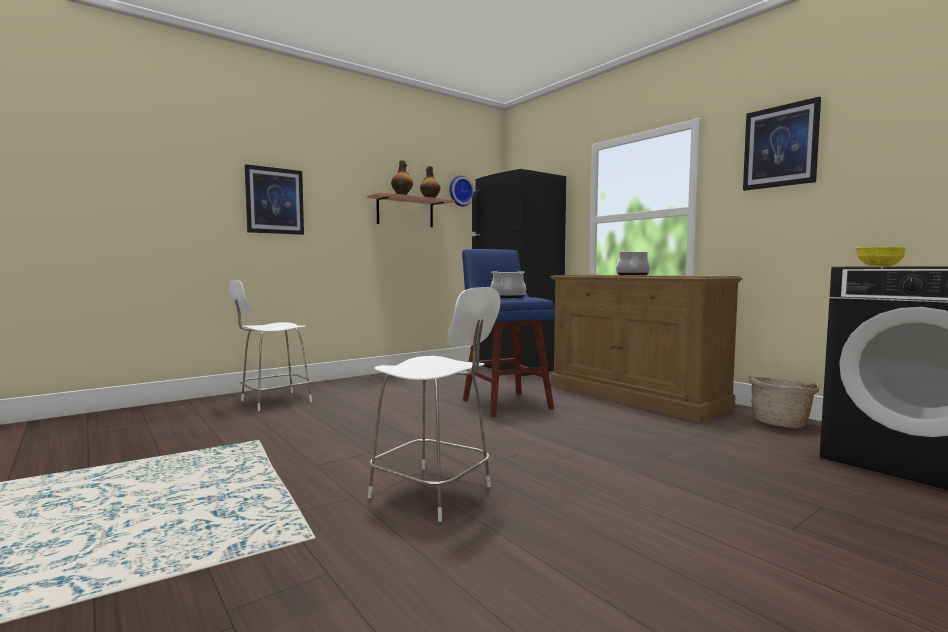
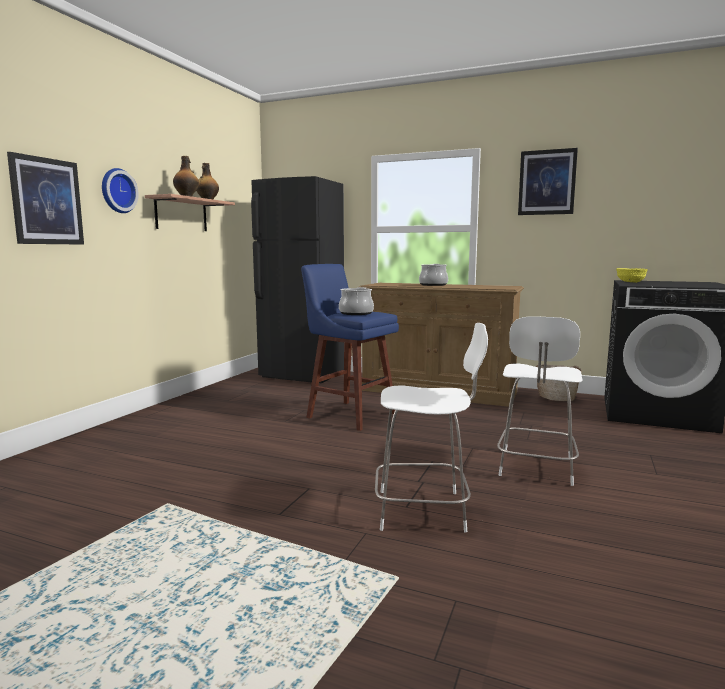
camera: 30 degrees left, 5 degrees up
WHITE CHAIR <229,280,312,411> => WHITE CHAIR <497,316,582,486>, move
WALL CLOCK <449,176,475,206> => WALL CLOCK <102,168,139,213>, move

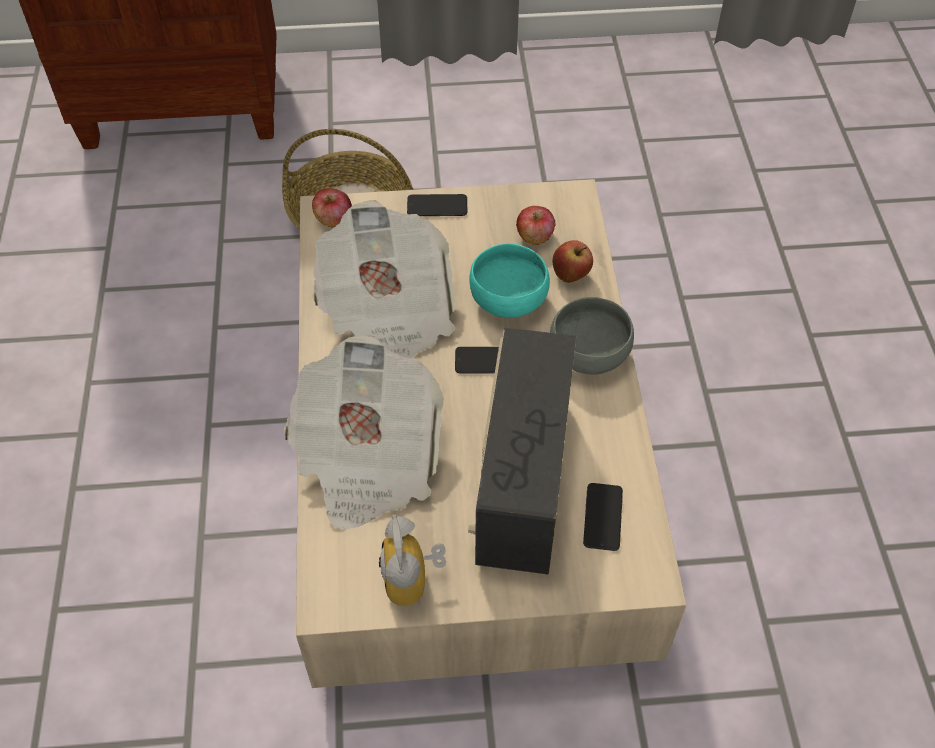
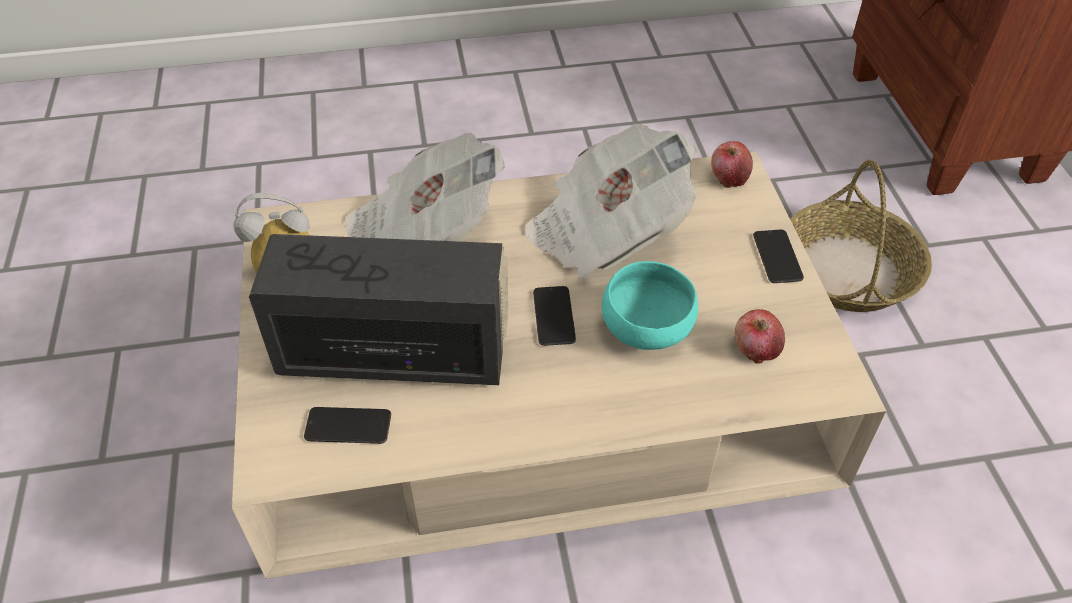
camera: 85 degrees right, 5 degrees down
GREY BOWL <550,297,634,375> => nothing
APPLE <552,240,593,283> => nothing

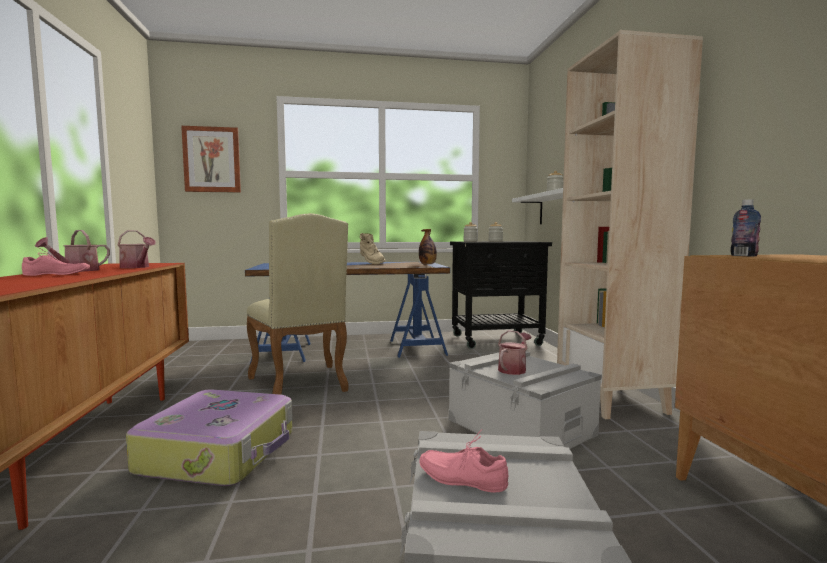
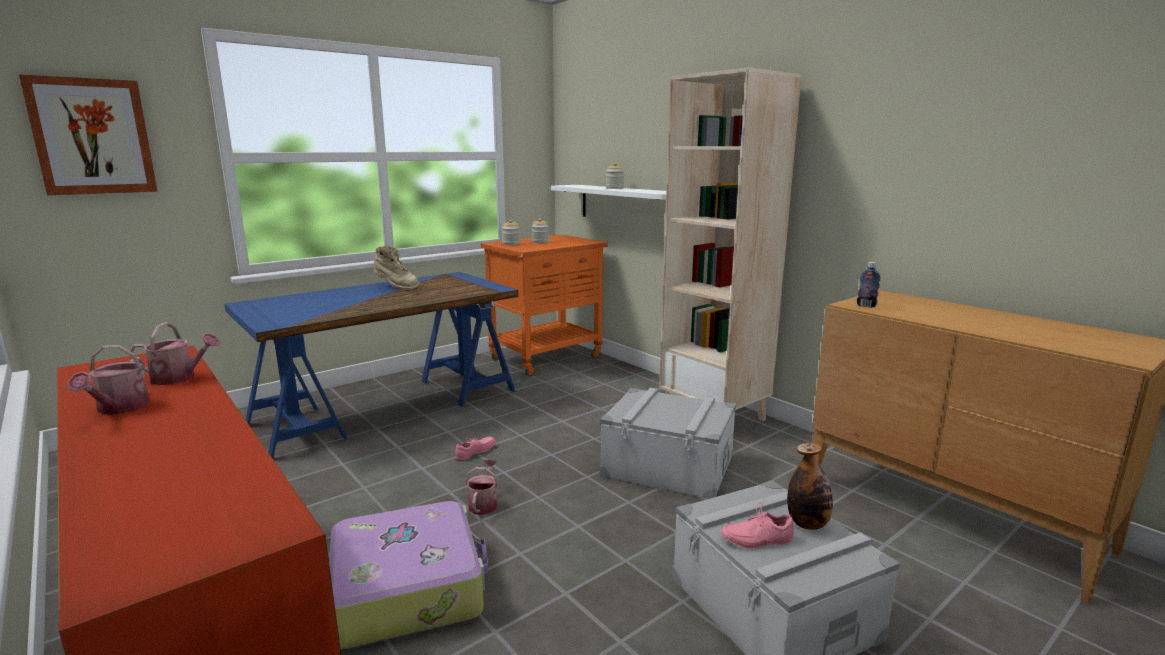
camera: 30 degrees left, 10 degrees up
BEIGE CHAIR <247,213,348,395> => nothing
PINK SHOE <22,247,90,276> => PINK SHOE <455,437,496,460>, move
BOTTLE <419,229,437,265> => BOTTLE <787,442,833,530>, move
WATERING CAN <498,330,532,375> => WATERING CAN <465,460,498,515>, move
BLACK CART <450,241,552,349> => ORANGE CART <480,235,608,377>

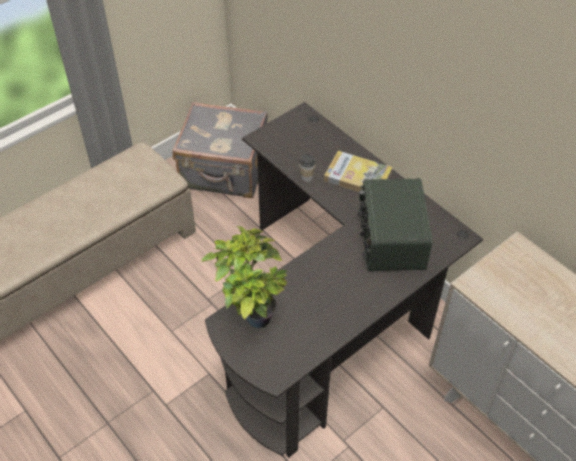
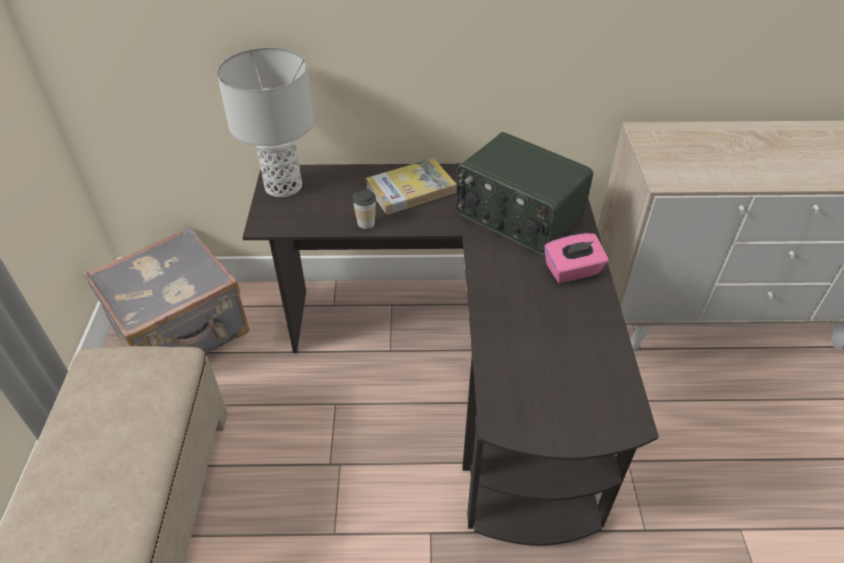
camera: 50 degrees left, 5 degrees down
POTTED PLANT <201,226,287,328> => nothing
nothing => WHITE TABLE LAMP <217,47,315,197>
nothing => PINK TISSUE BOX <544,233,609,283>

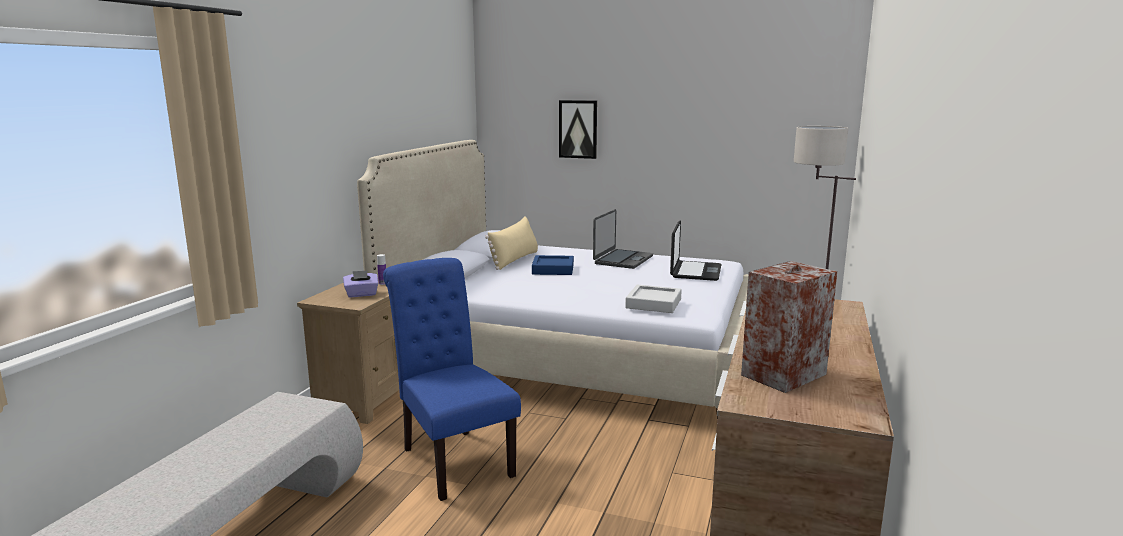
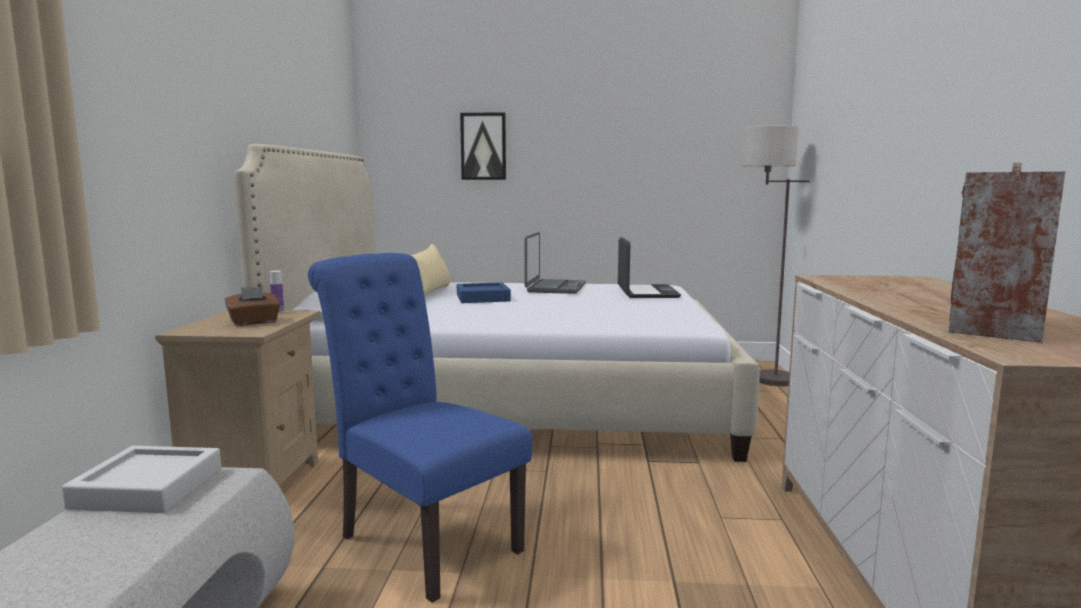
camera: 15 degrees left, 5 degrees down
GREY TRAY <625,285,682,313> => GREY TRAY <62,446,221,513>, move
PURPLE TISSUE BOX <343,270,378,297> => BROWN TISSUE BOX <225,286,280,326>

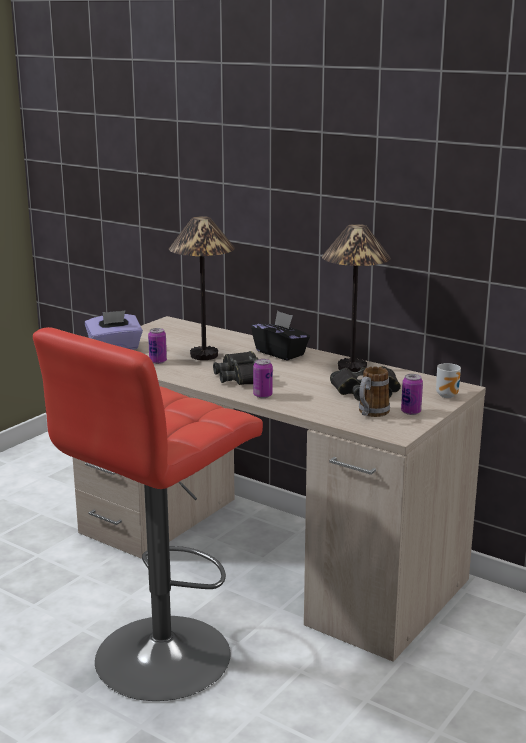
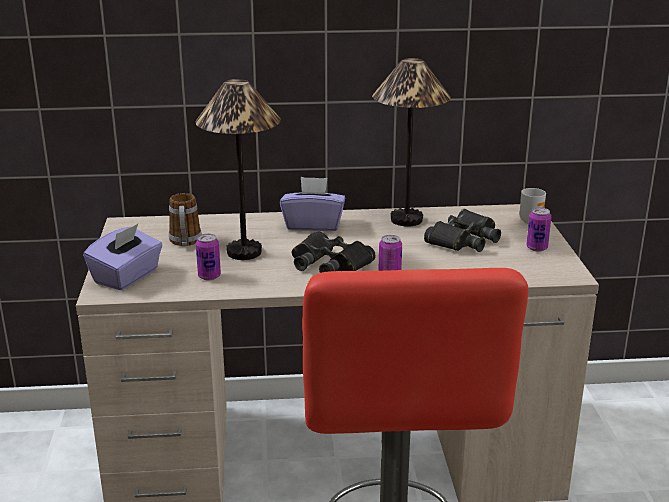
camera: 40 degrees left, 5 degrees up
MUG <359,367,390,417> => MUG <169,193,202,246>, move
BLACK TISSUE BOX <251,311,310,361> => PURPLE TISSUE BOX <280,177,345,231>

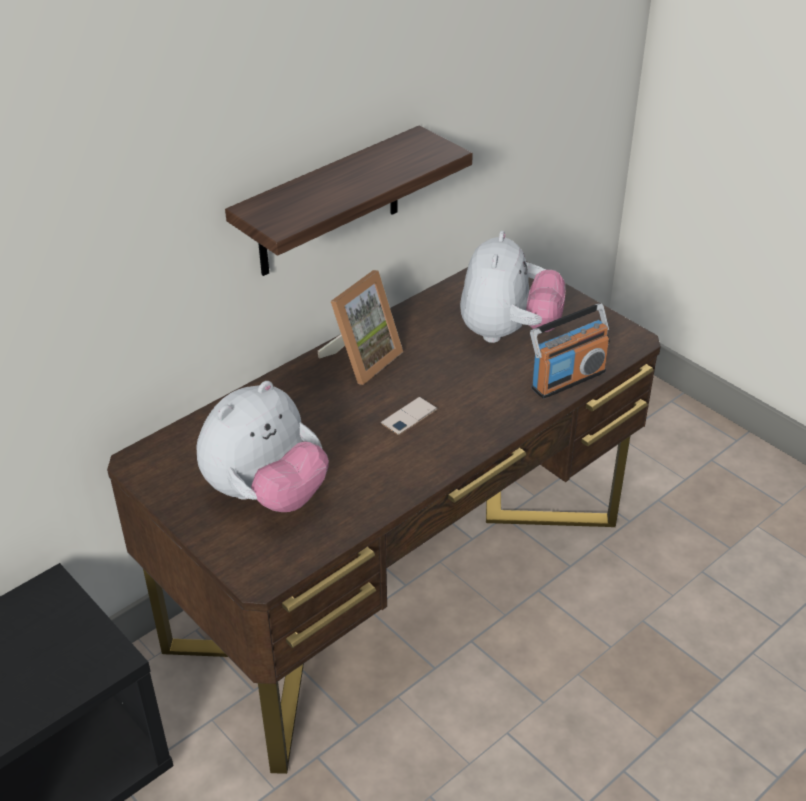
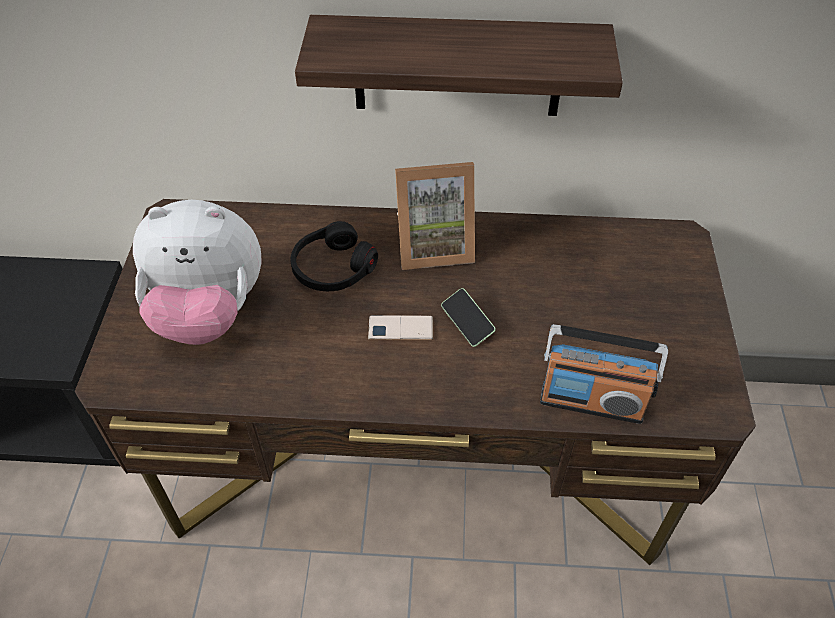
camera: 45 degrees right, 10 degrees up
PLUSH TOY <460,231,566,343> => nothing
nothing => BLACK HEADPHONES <290,221,378,291>
nothing => PHONE <441,288,496,347>

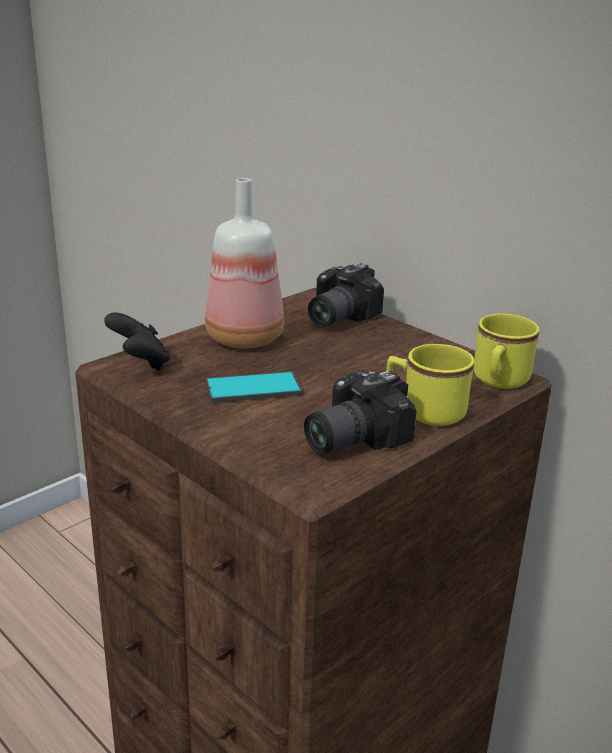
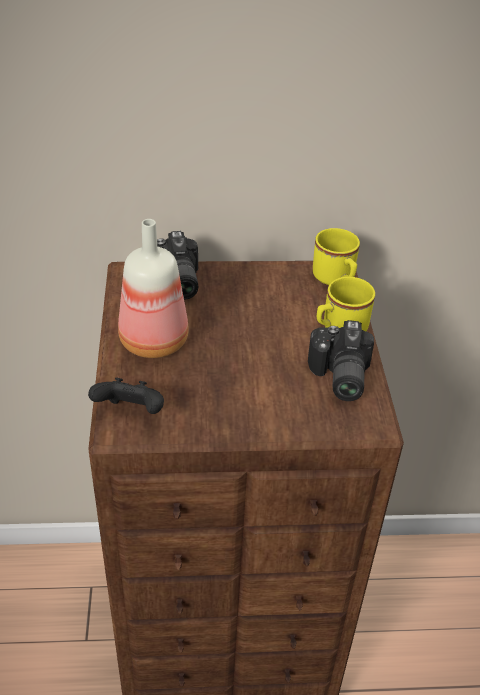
camera: 50 degrees left, 15 degrees up
PHONE <206,371,303,403> => nothing

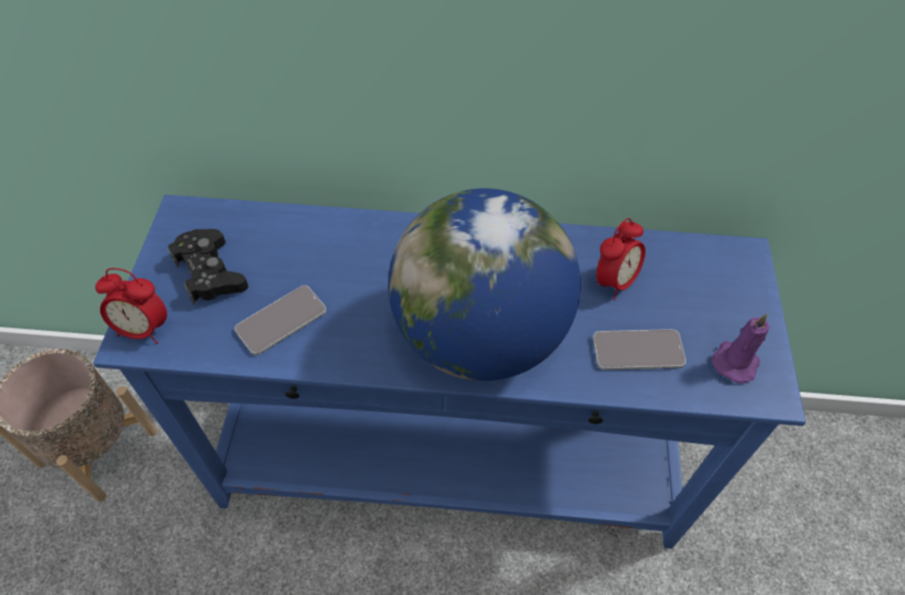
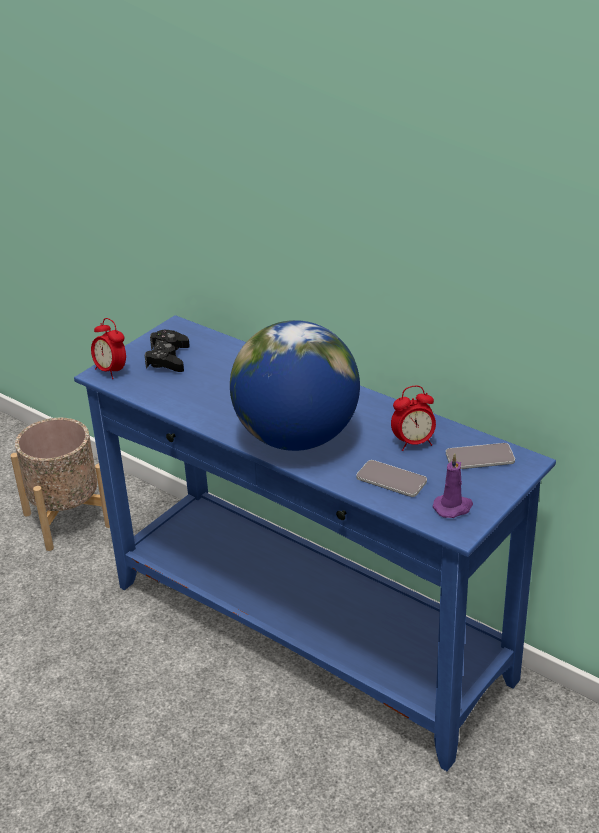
camera: 35 degrees right, 20 degrees down
PHONE <235,285,326,355> => PHONE <446,443,515,469>, move

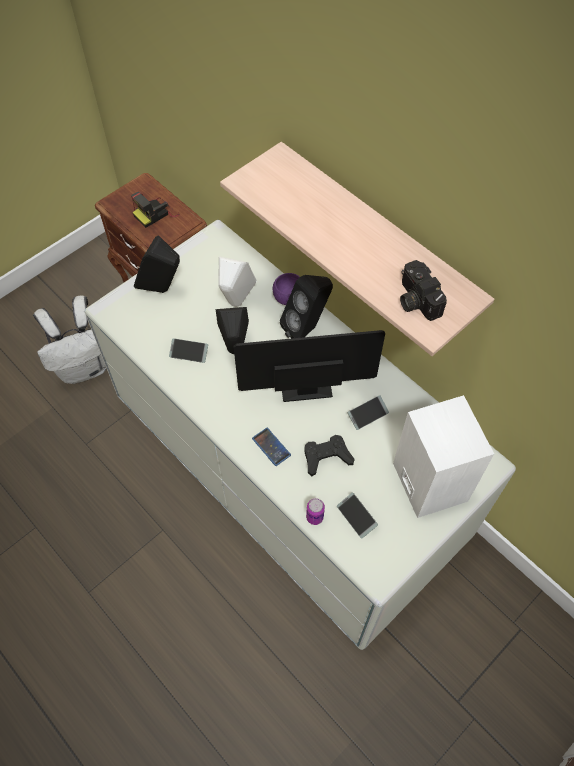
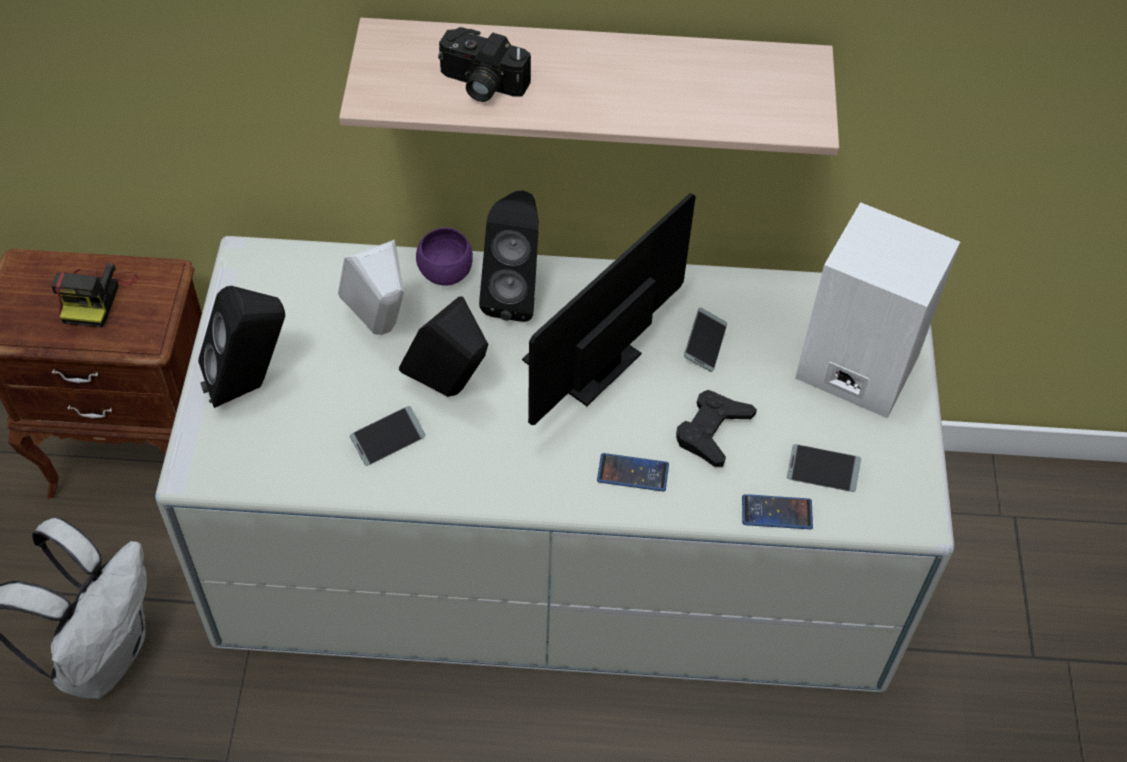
camera: 45 degrees left, 5 degrees down
PHOTO CAMERA <400,260,447,321> => PHOTO CAMERA <438,27,531,102>, move
CAN <306,498,325,525> => PHONE <742,494,813,529>

